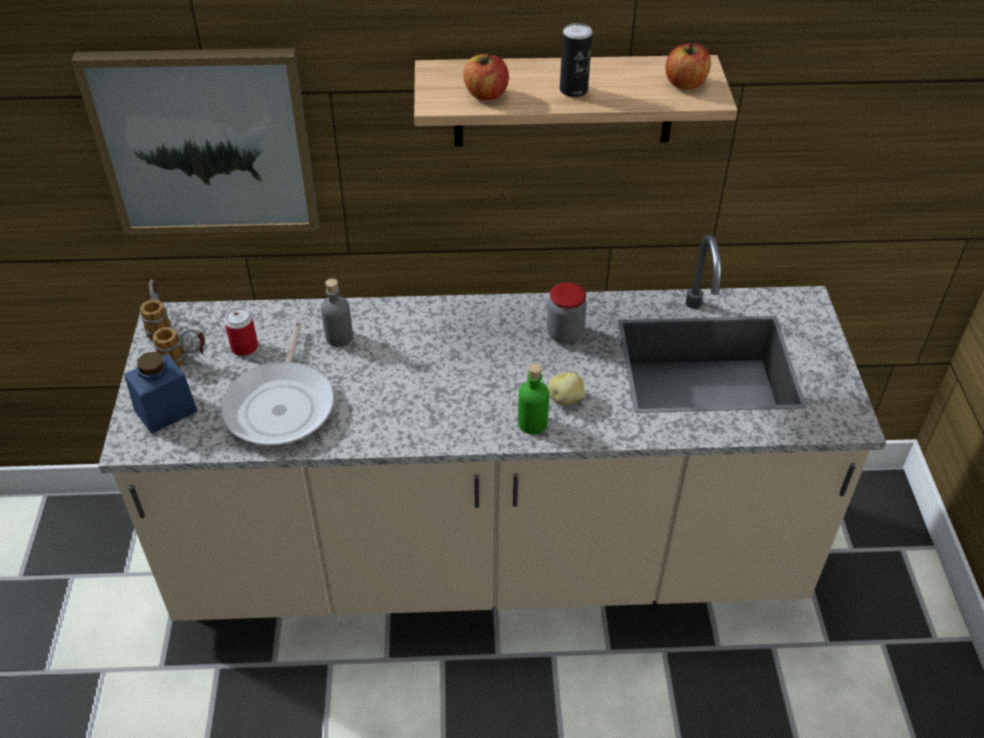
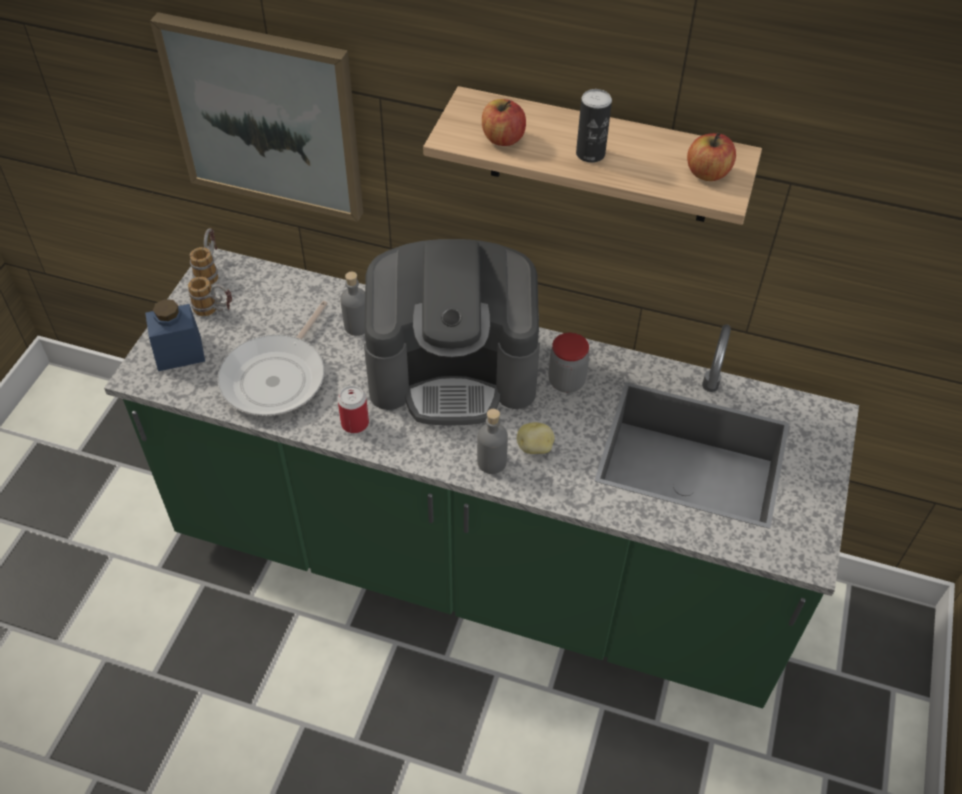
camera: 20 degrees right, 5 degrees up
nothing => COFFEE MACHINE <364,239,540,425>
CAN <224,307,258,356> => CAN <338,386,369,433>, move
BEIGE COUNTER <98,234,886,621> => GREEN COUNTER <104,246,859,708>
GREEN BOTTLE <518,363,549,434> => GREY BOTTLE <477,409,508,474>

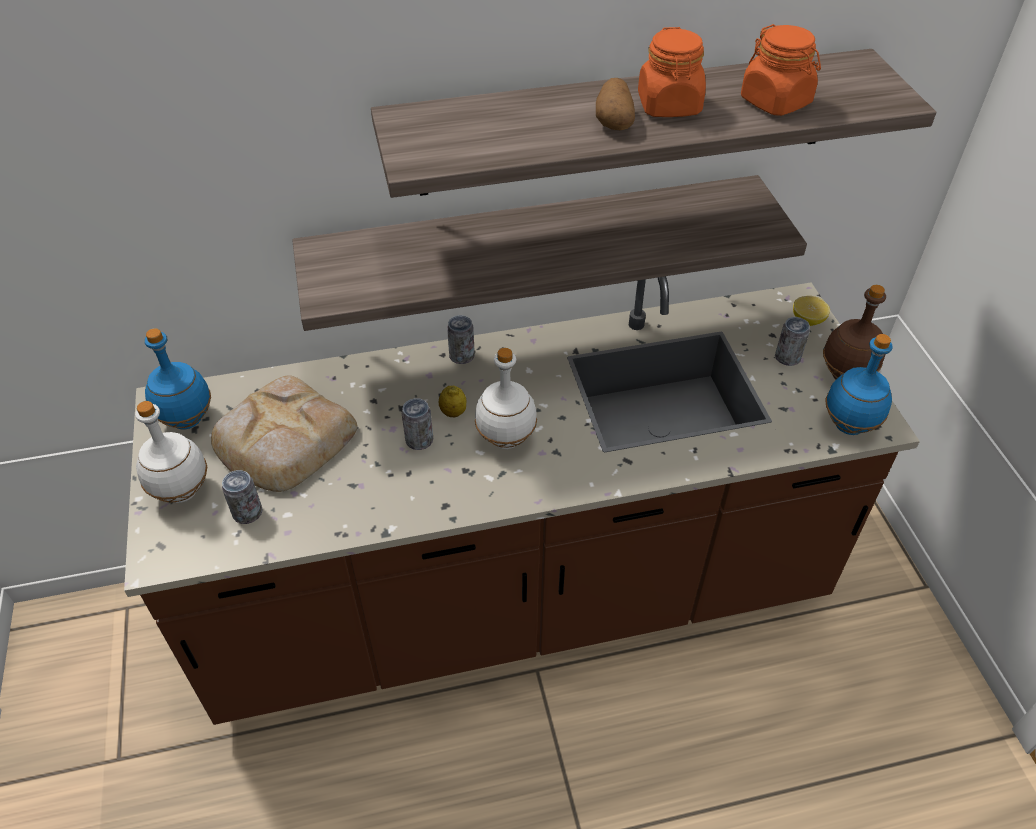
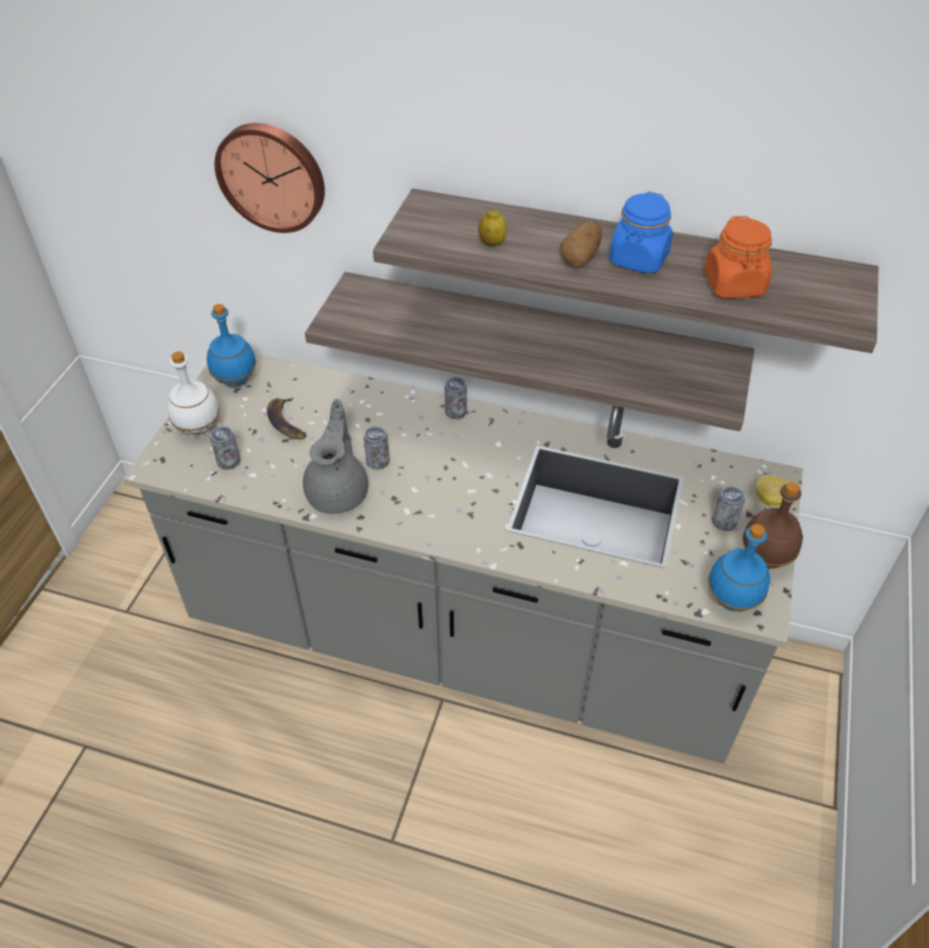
camera: 30 degrees right, 0 degrees up
WHITE BOTTLE <475,348,537,449> => nothing
nothing => WALL CLOCK <214,123,325,233>
nothing => GREY TEAPOT <303,399,368,514>
LEMON <438,386,467,417> => LEMON <478,209,507,246>, move
BREAD <211,375,357,492> => BANANA <267,397,306,439>
BROWN COUNTER <124,276,920,725> => GREY COUNTER <123,353,803,764>
ORANGE JAR <638,27,706,117> => BLUE JAR <609,192,673,273>

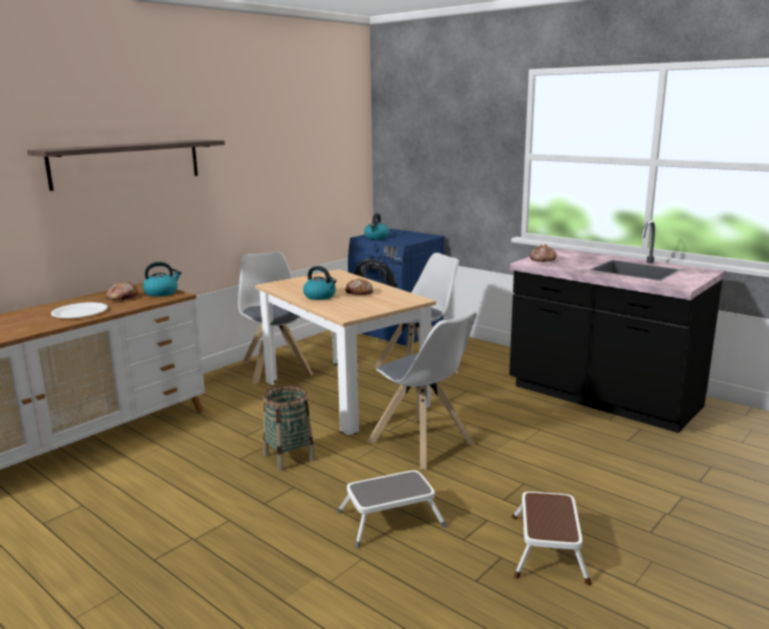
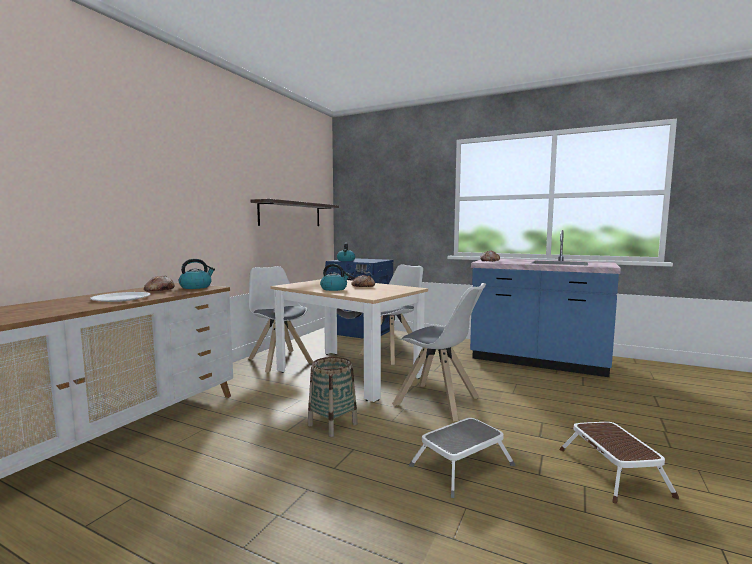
camera: 15 degrees left, 10 degrees down
SHELF <27,140,225,191> => SHELF <250,199,339,226>, move
BLACK COUNTER <509,220,725,433> => BLUE COUNTER <470,230,621,377>

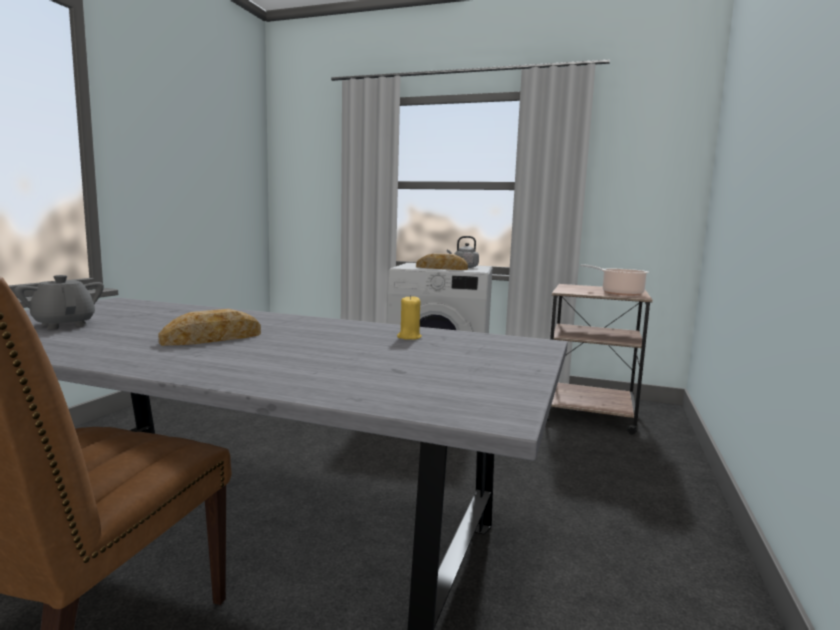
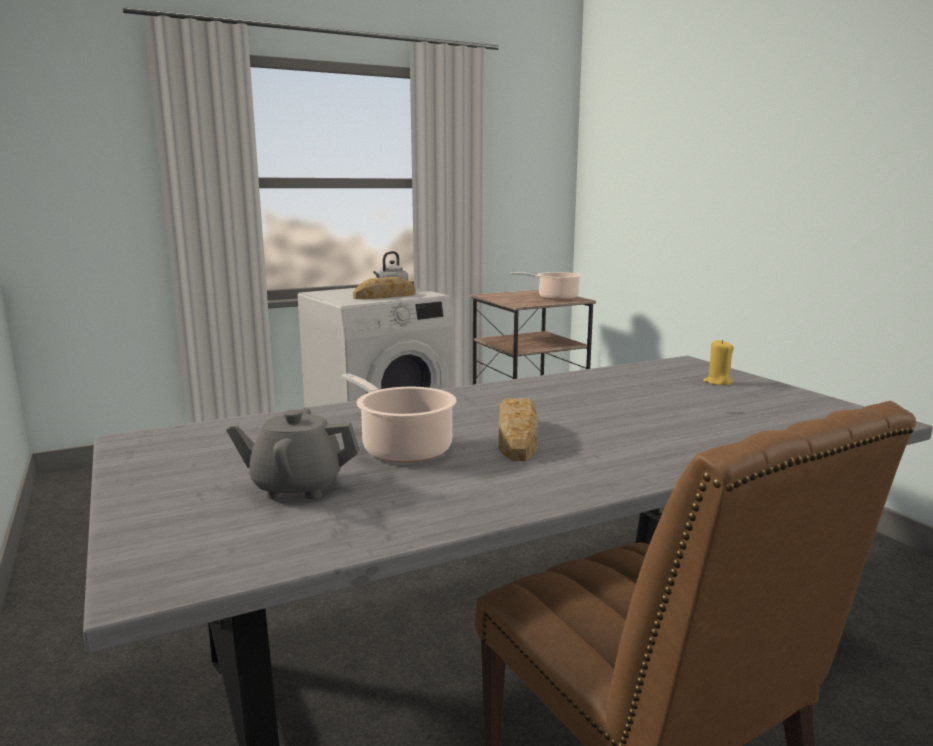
camera: 45 degrees left, 5 degrees up
nothing => COOKING POT <341,373,457,463>
YELLOW CANDLE <397,295,422,340> => YELLOW CANDLE <703,339,734,385>, move

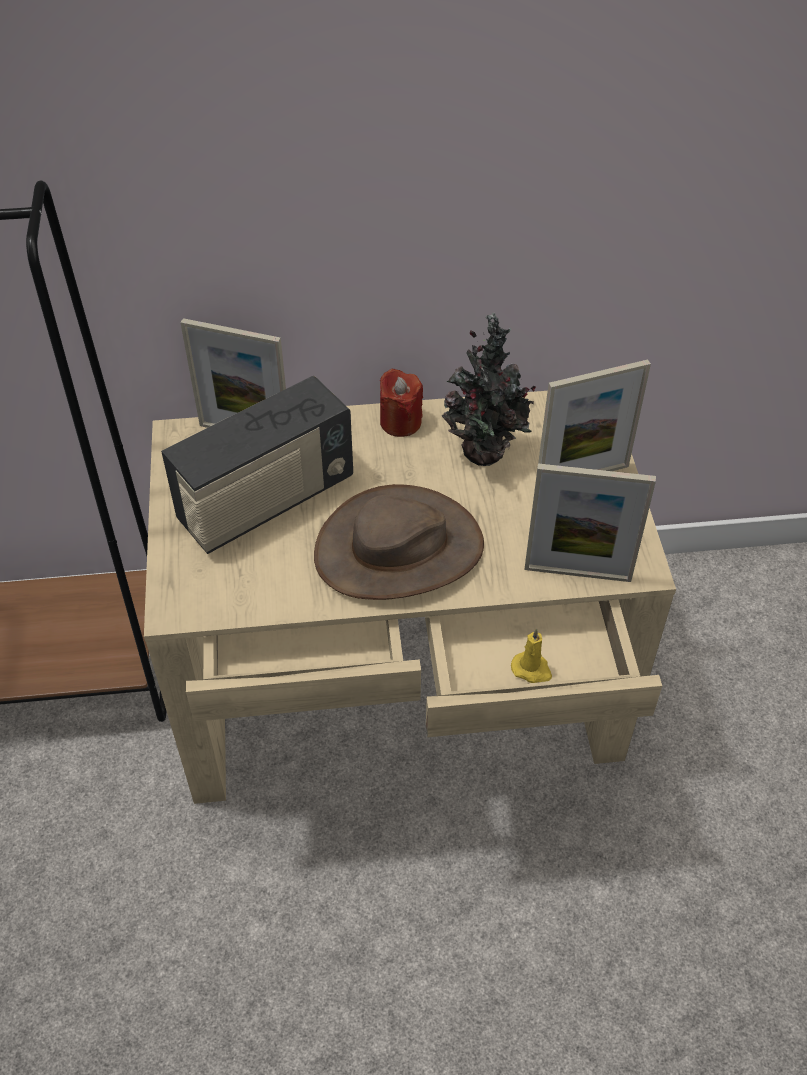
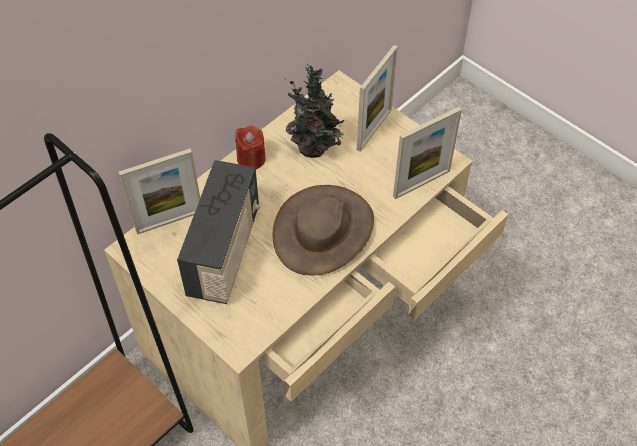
camera: 40 degrees left, 5 degrees up
YELLOW CANDLE <511,629,552,683> => nothing

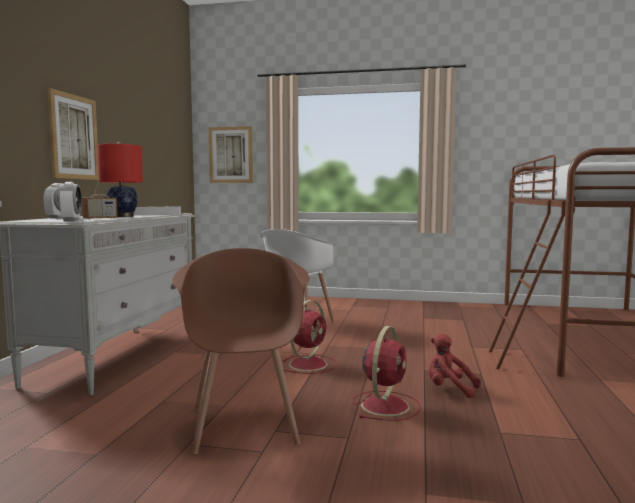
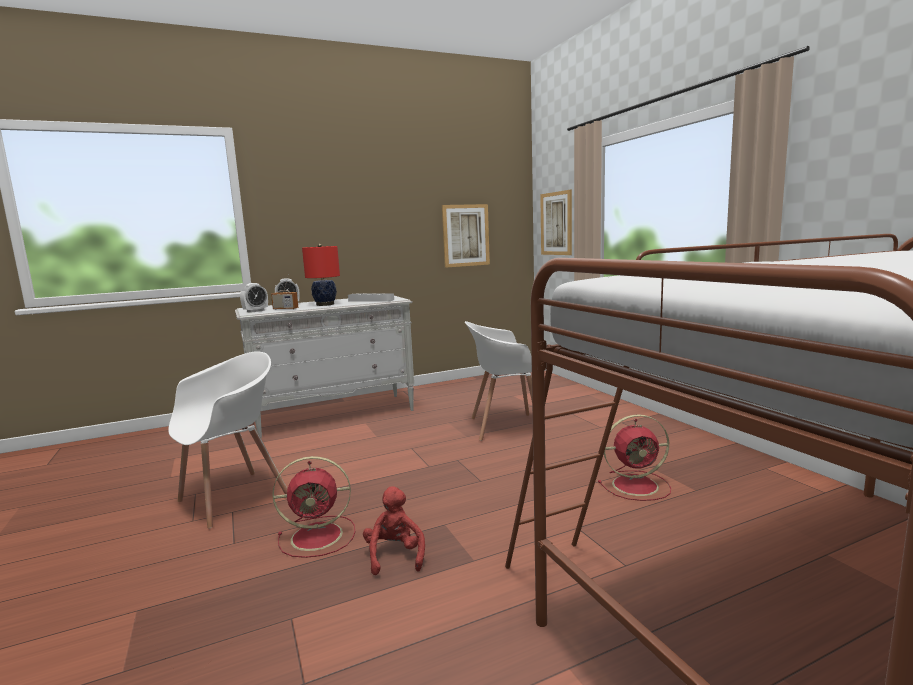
camera: 55 degrees right, 5 degrees up
PICTURE <48,88,98,180> => PICTURE <442,204,490,268>, move
RED FAN <282,300,337,374> => RED FAN <598,414,671,501>, move
BROWN CHAIR <172,248,309,454> => WHITE CHAIR <168,351,287,528>

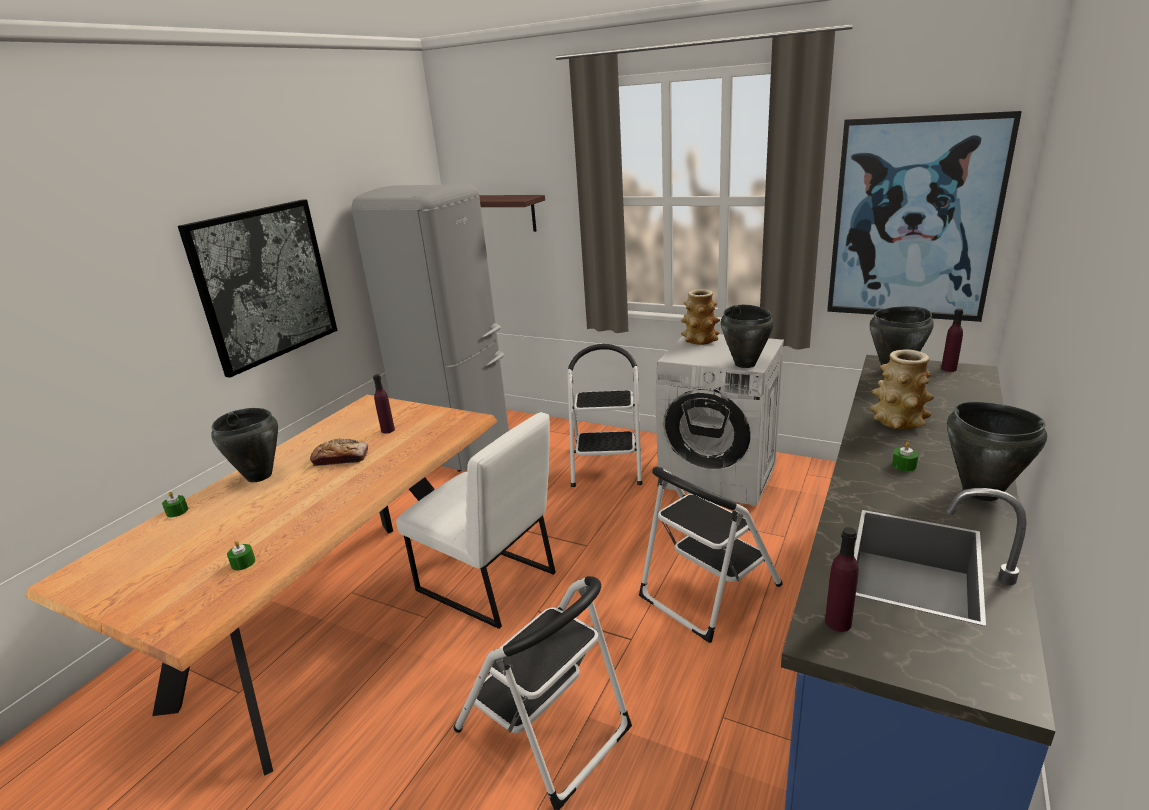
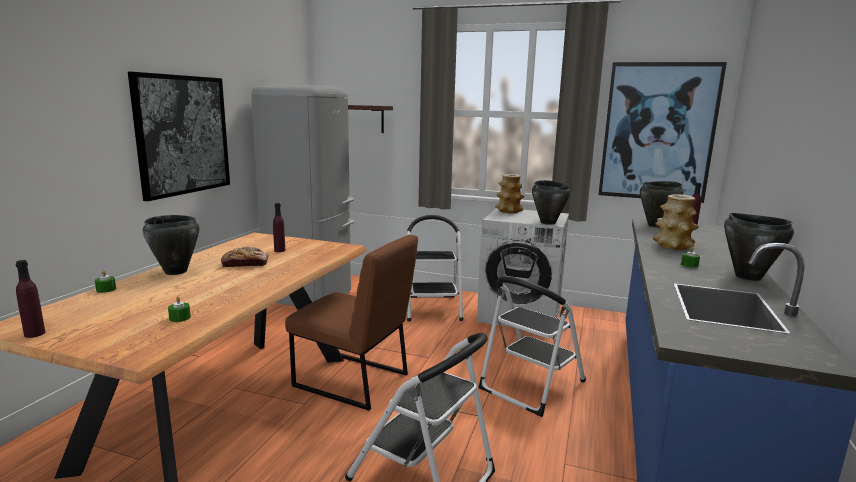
camera: 10 degrees left, 10 degrees down
PURPLE BOTTLE <825,527,859,632> => PURPLE BOTTLE <16,260,45,338>, move
WHITE CHAIR <396,412,556,629> => BROWN CHAIR <285,235,418,411>

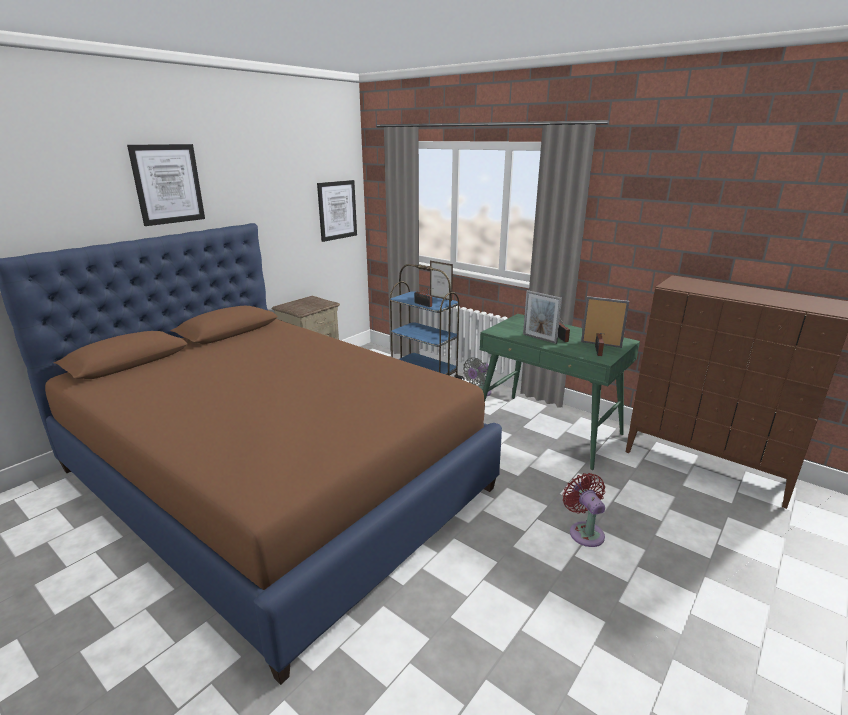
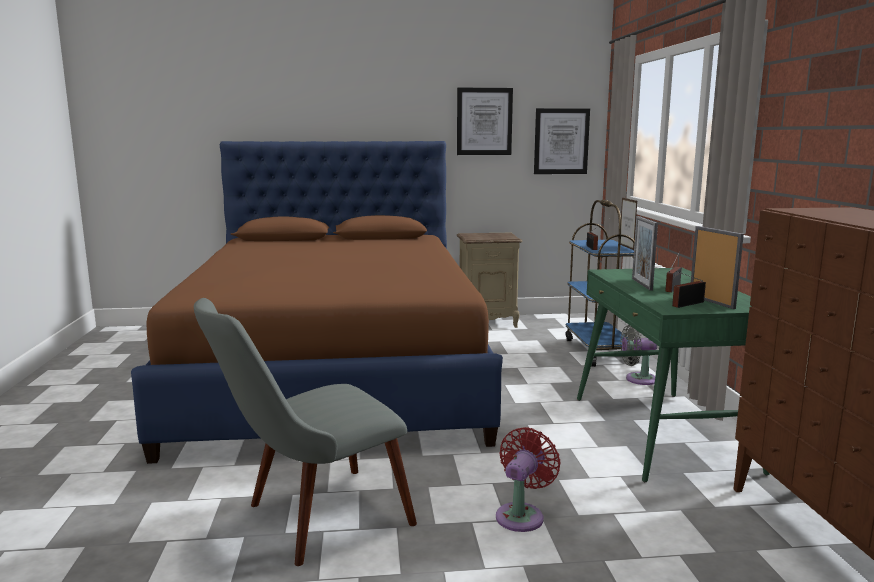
camera: 45 degrees right, 10 degrees down
nothing => GREY CHAIR <194,298,417,566>
PICTURE <127,144,205,226> => PICTURE <457,88,513,155>, move

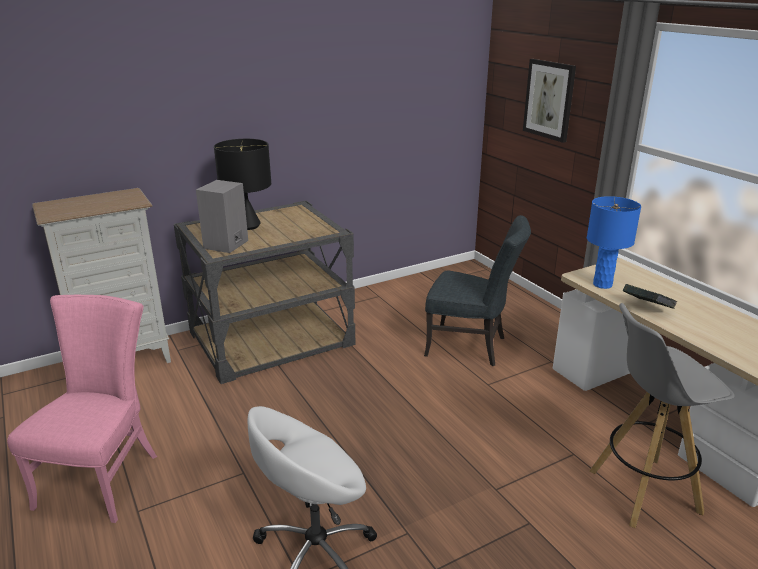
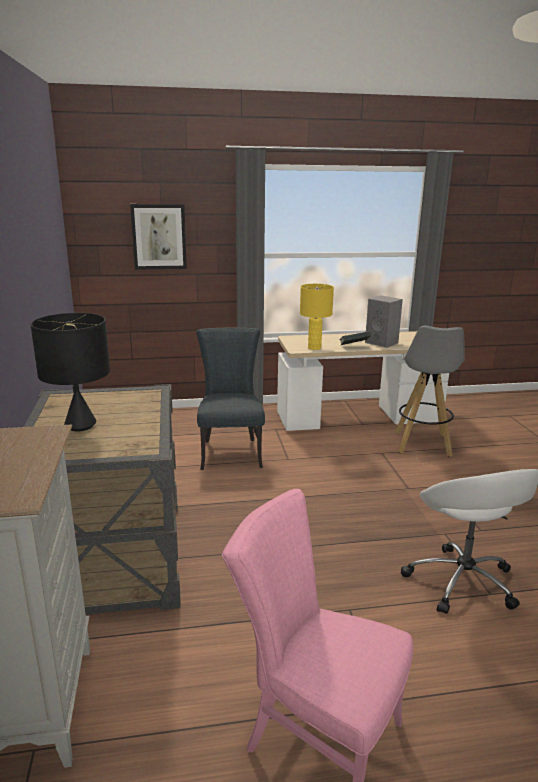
camera: 70 degrees left, 5 degrees down
GREY SPEAKER <196,180,248,253> => GREY SPEAKER <365,295,403,348>, move
BLUE TABLE LAMP <587,196,641,289> => YELLOW TABLE LAMP <300,284,334,350>
GREY CHAIR <424,215,531,366> => GREY CHAIR <196,328,265,470>, 45 degrees counterclockwise

